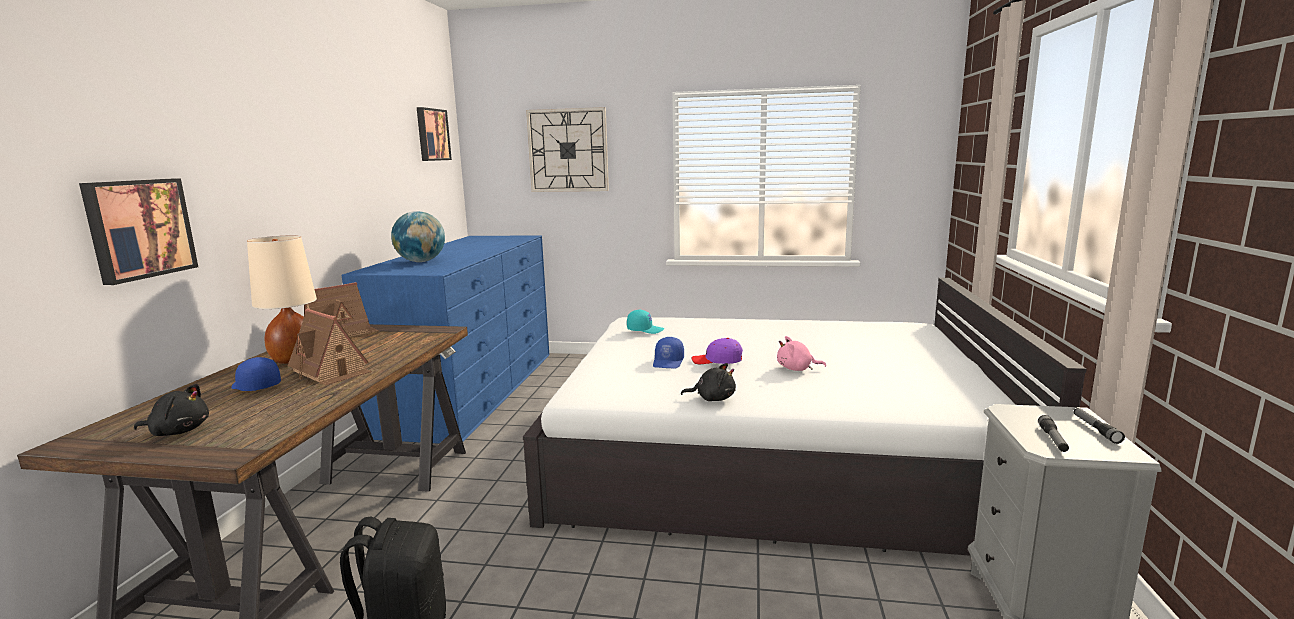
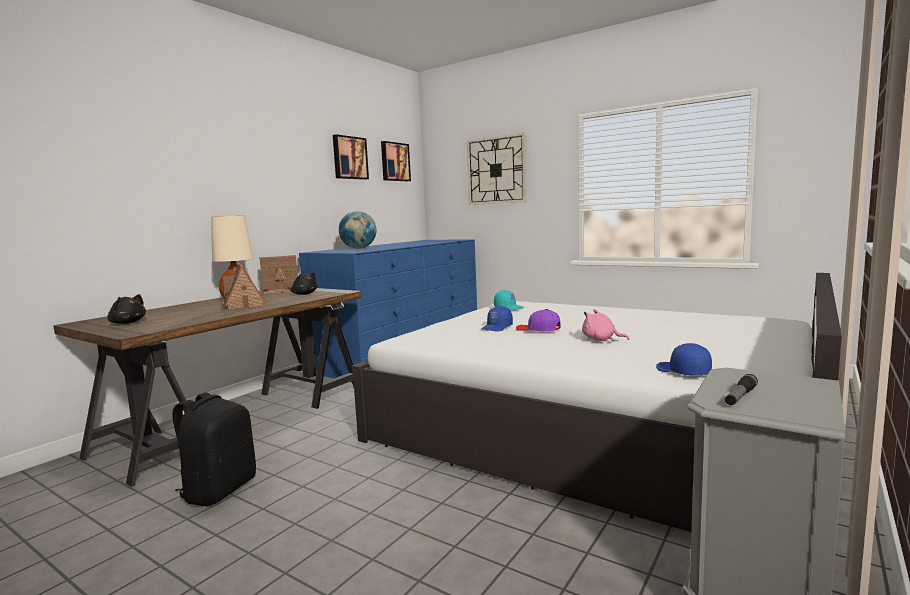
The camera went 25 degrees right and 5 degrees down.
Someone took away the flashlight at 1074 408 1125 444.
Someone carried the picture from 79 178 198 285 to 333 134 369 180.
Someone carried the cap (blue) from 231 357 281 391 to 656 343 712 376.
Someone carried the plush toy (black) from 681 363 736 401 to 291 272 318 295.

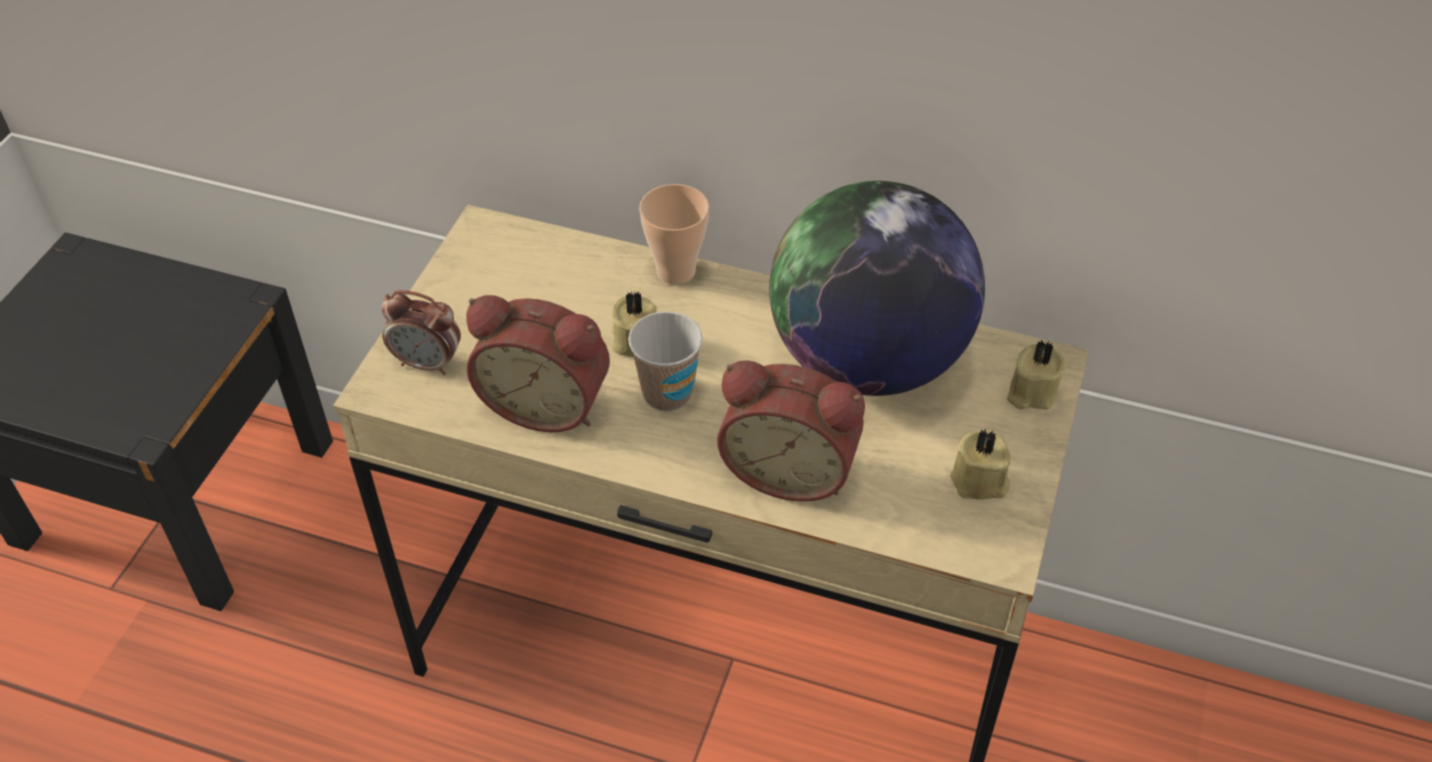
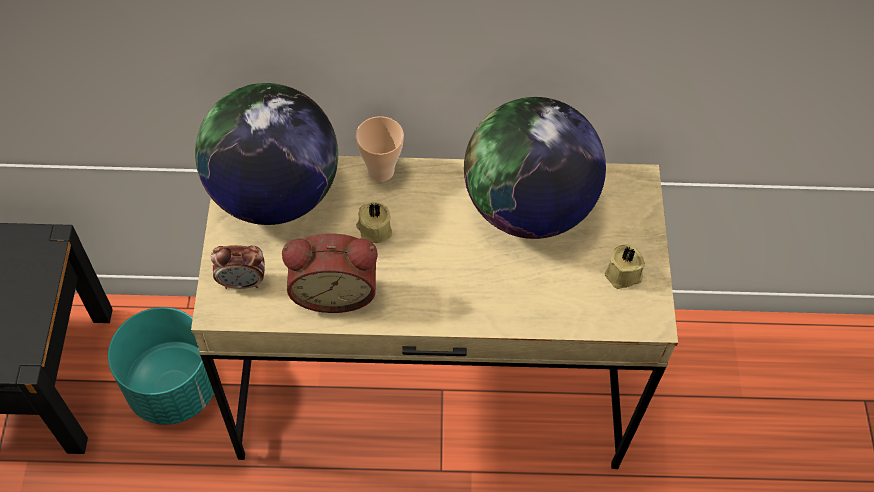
The camera went 20 degrees left and 10 degrees up.
Someone took away the cup at 628 311 703 412.
Someone took away the alarm clock at 717 360 865 501.
Someone took away the candle (beige) at 1007 340 1066 409.
Someone put down the planter (turquoise) at 108 307 214 425.
Someone put down the globe at 195 83 338 225.

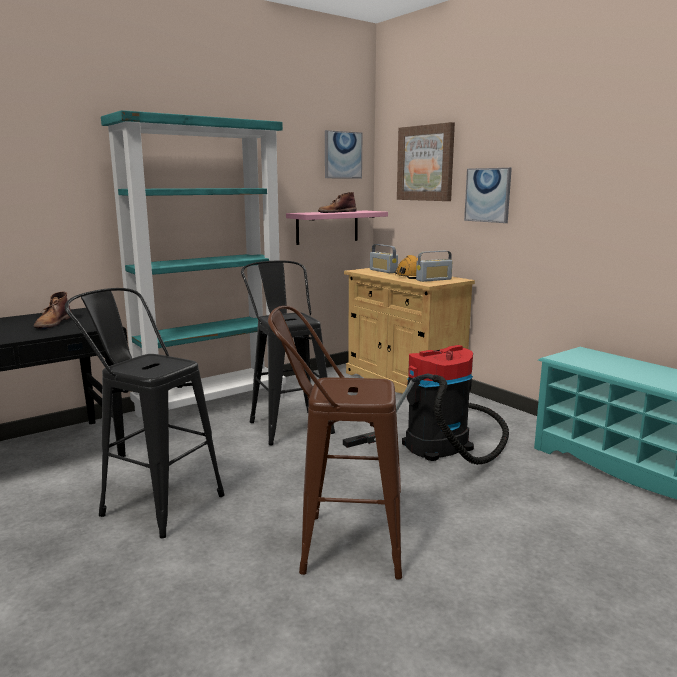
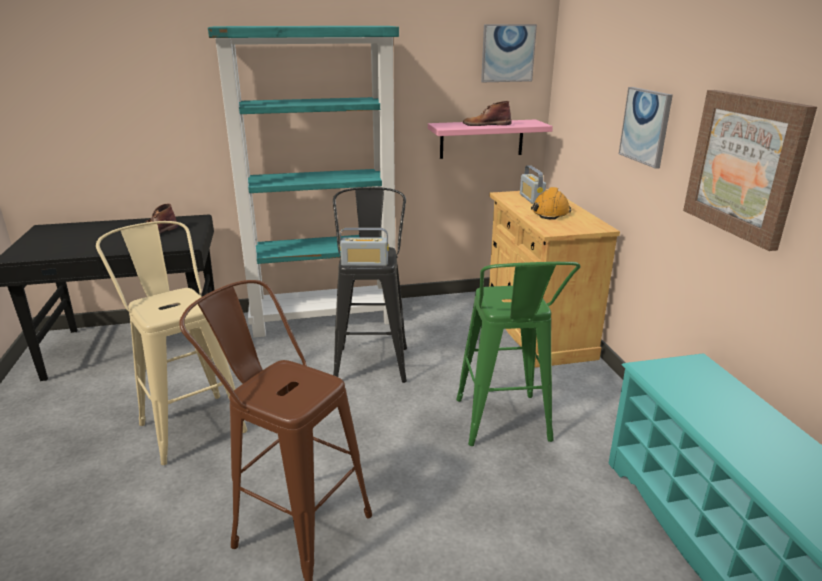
The camera went 25 degrees right and 10 degrees up.
Someone carried the picture from 397 122 455 201 to 683 90 817 251.
Someone carried the radio from 416 251 452 282 to 340 228 389 266.
Someone swapped the vacuum cleaner at 343 345 509 465 for the stool (green) at 456 262 581 446.
Someone repainted the stool (black) at 65 288 225 538, which became the stool (beige) at 96 221 247 465.

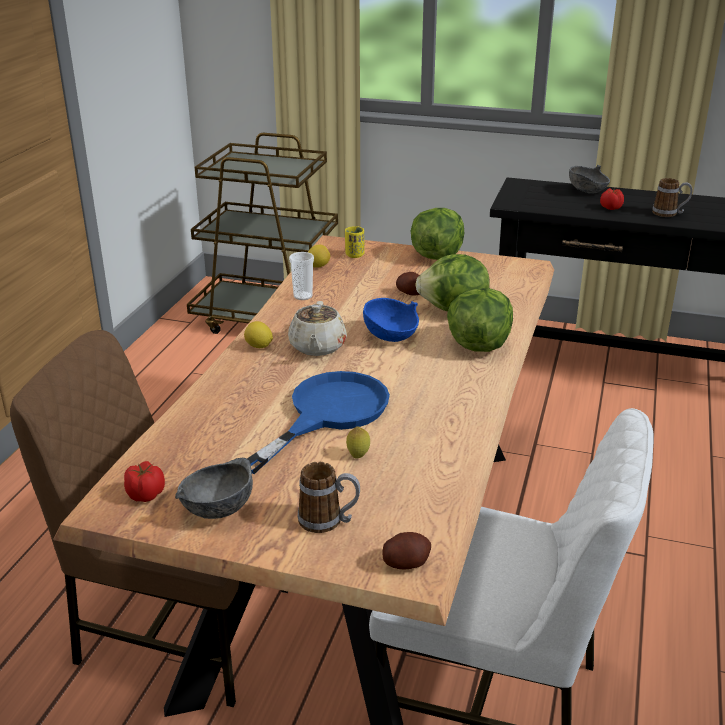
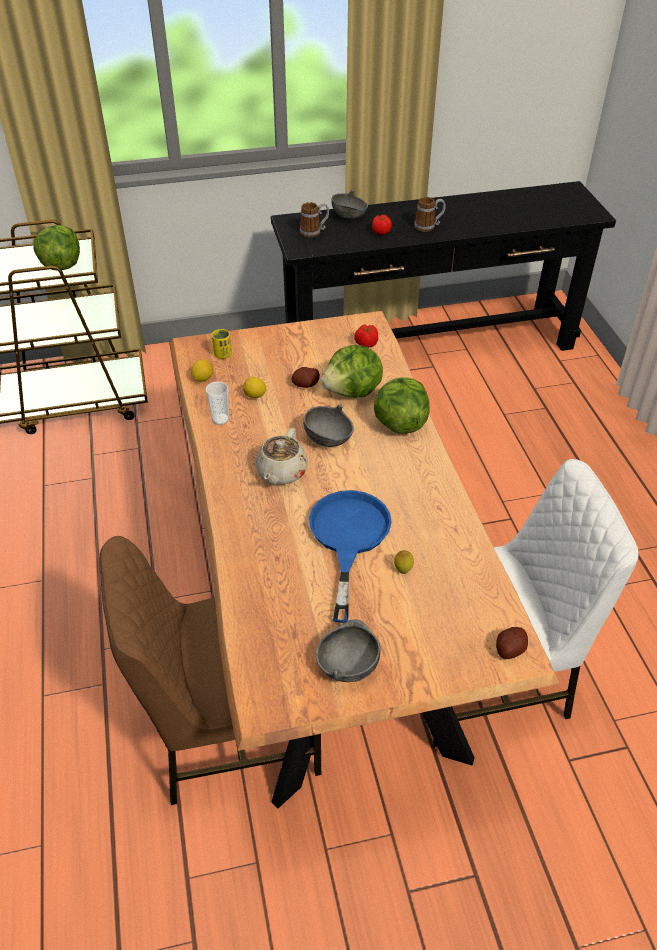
The camera went 30 degrees left and 15 degrees up.
Someone carried the tomato from 124 461 165 502 to 354 324 378 348.
Someone carried the lemon from 244 321 273 348 to 243 377 266 398.
Someone carried the mug from 298 462 360 533 to 300 202 329 238.
Someone carried the lettuce from 410 208 464 260 to 33 225 80 270.
Someone repainted the bowl (blue) at 363 298 419 342, which became the bowl (grey) at 303 405 354 447.
Someone rotated the teapot (beige) at 288 301 347 356 by 45 degrees clockwise.

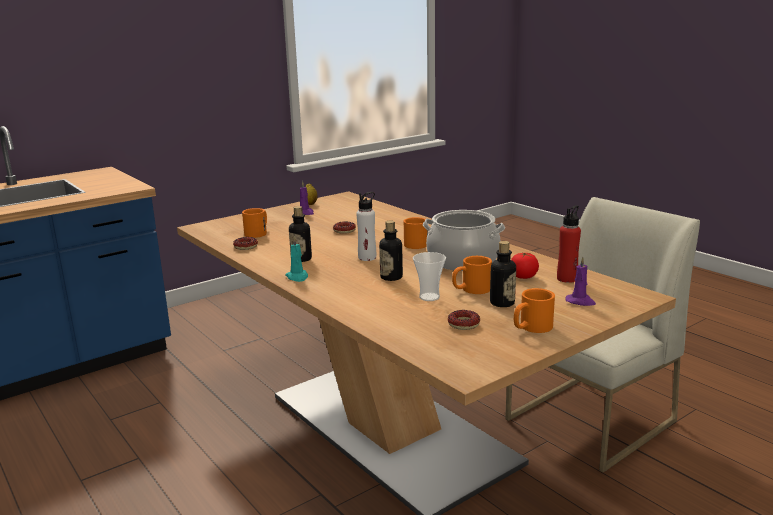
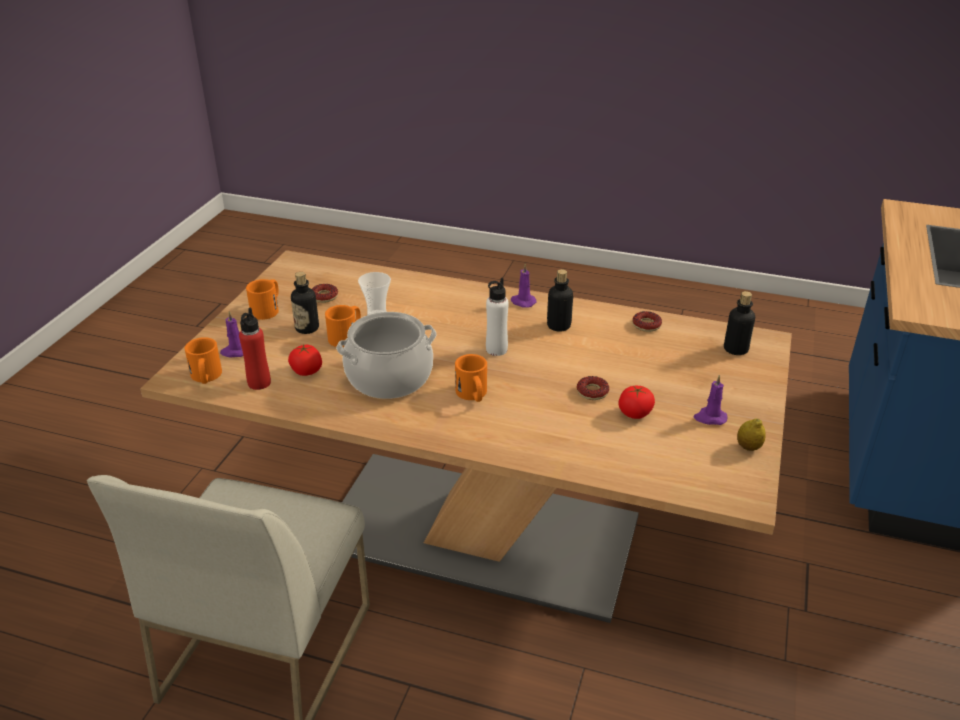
The camera went 145 degrees right and 15 degrees up.
Someone put down the tomato at 618 386 655 419.
Someone carried the mug (orange) from 242 208 267 238 to 184 337 222 384.
Someone carried the bottle from 379 221 403 281 to 724 291 755 355.
Someone repainted the candle (turquoise) at 285 236 308 282, which became the candle (purple) at 511 264 537 308.

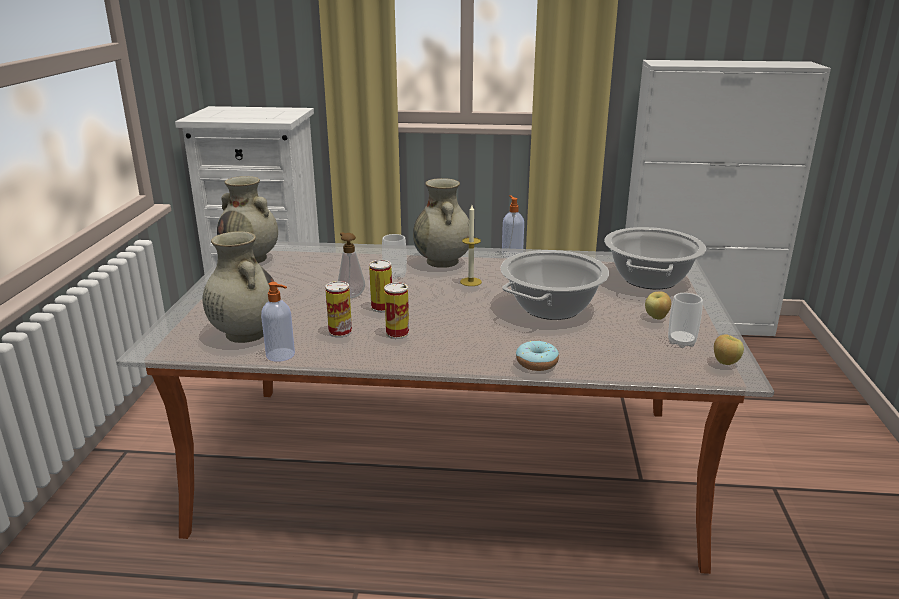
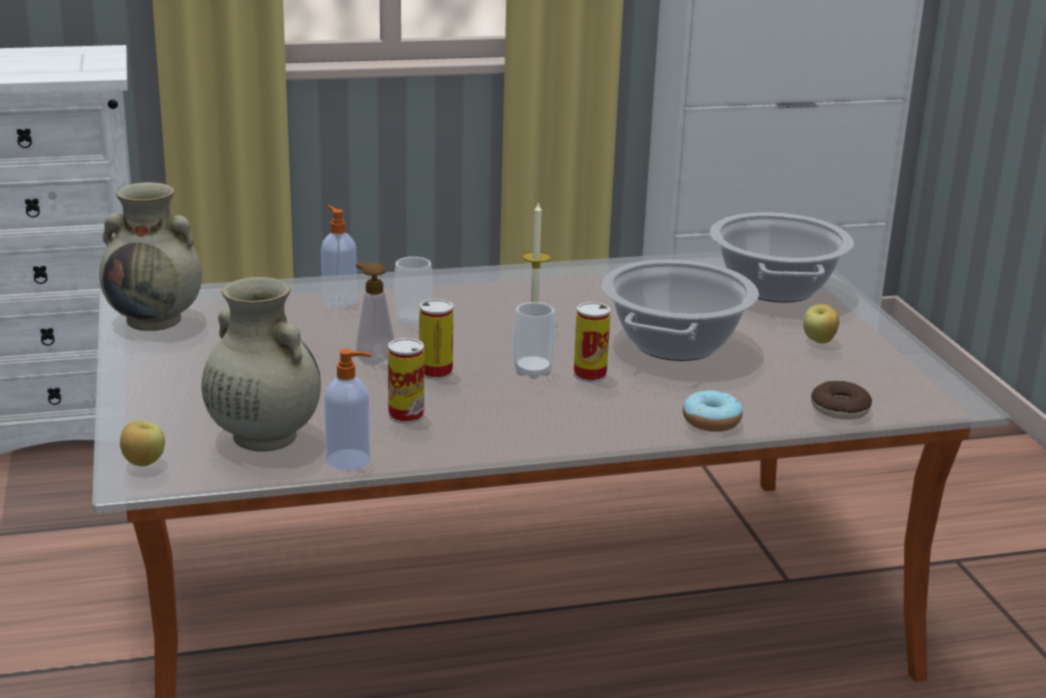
The camera went 20 degrees left and 0 degrees up.
Someone took away the vase (beige) at 413 178 469 268.
Someone put down the donut at 811 381 872 420.
Someone carried the can from 384 282 409 339 to 574 302 611 382.
Someone carried the soap dispenser from 502 195 524 258 to 321 205 357 308.
Someone carried the cup from 668 293 703 348 to 514 302 555 379.
Someone carried the apple from 714 334 744 365 to 120 420 165 466.

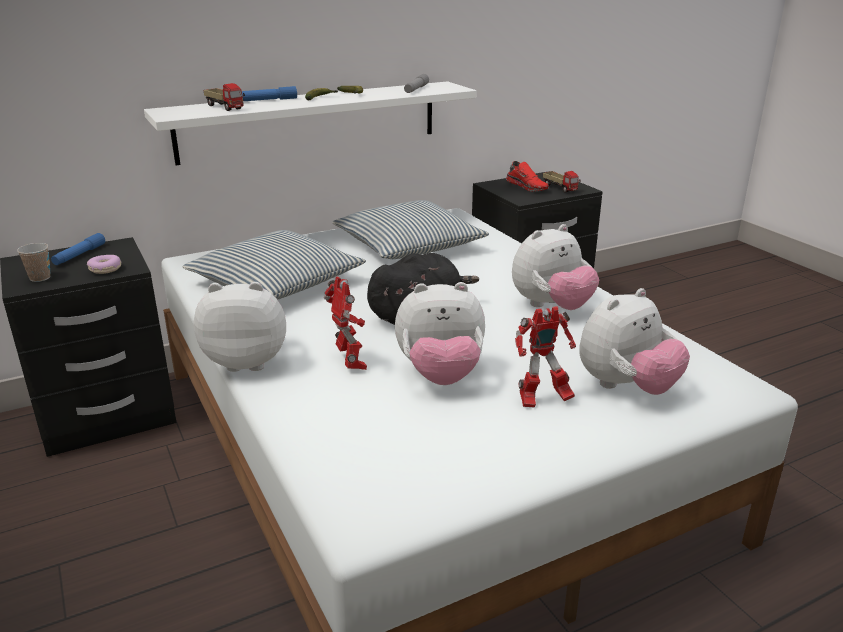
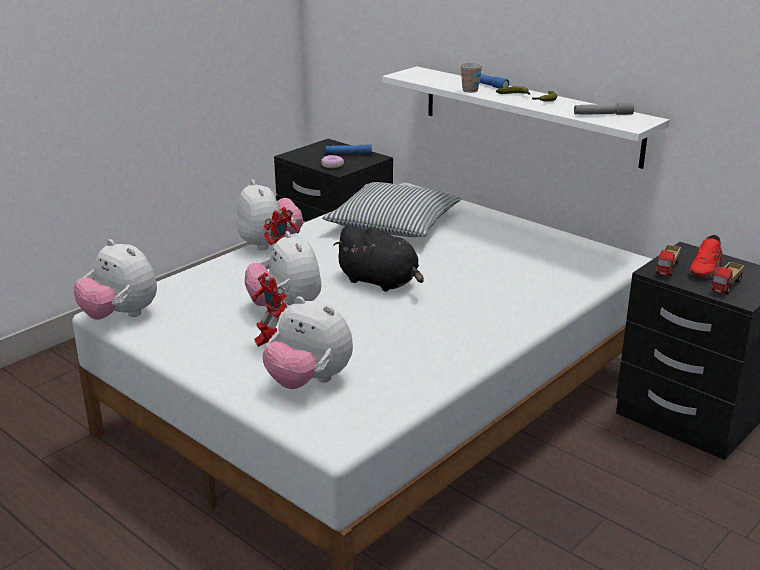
The camera went 70 degrees right and 0 degrees up.
Someone took away the pillow at 332 200 489 259.
Someone carried the cup from 17 243 51 282 to 460 63 482 93.
Someone carried the toy truck from 204 83 245 111 to 656 245 681 276.
Someone carried the plush toy from 512 224 599 310 to 74 239 157 320.

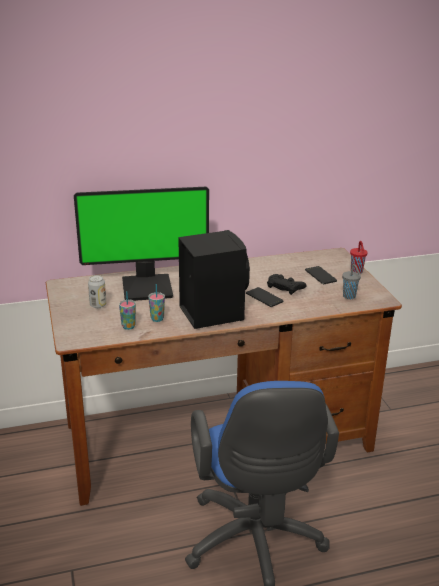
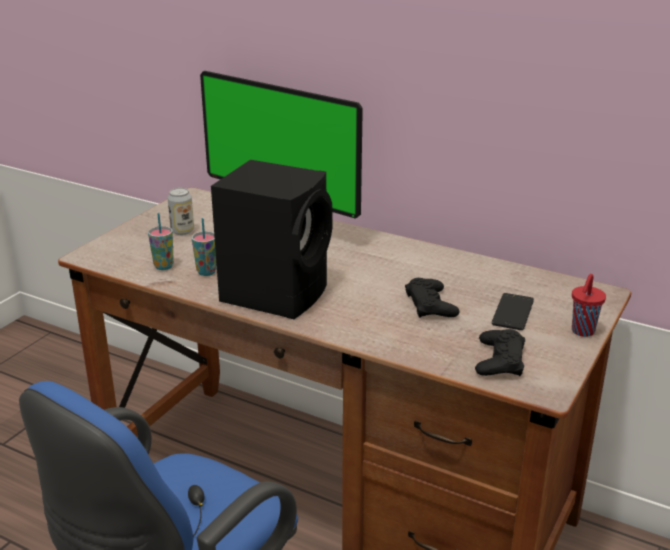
The camera went 45 degrees right and 0 degrees up.
Someone took away the phone at 246 287 284 307.
Someone swapped the cup (grey) at 342 264 361 299 for the game controller (black) at 475 329 525 376.

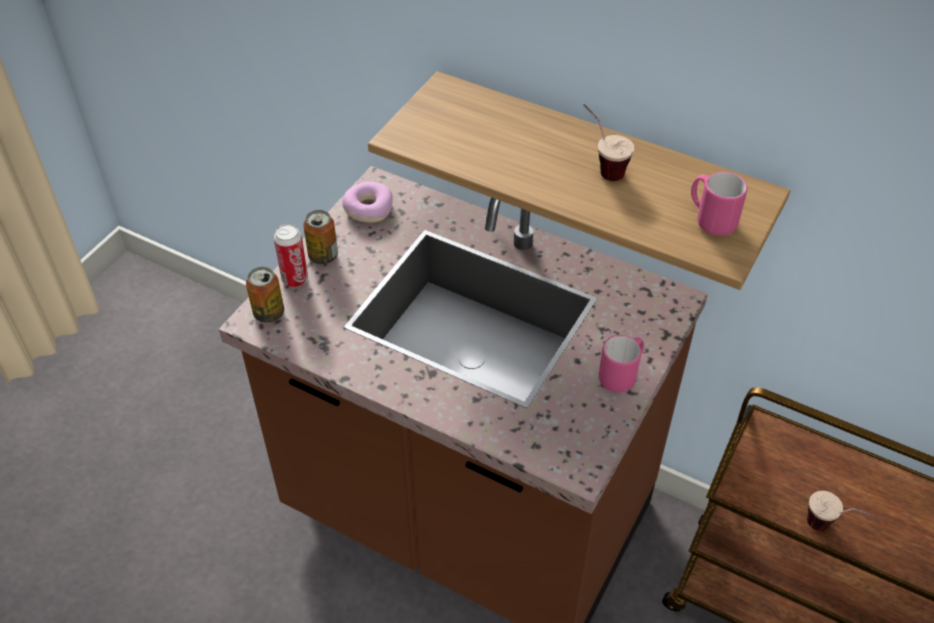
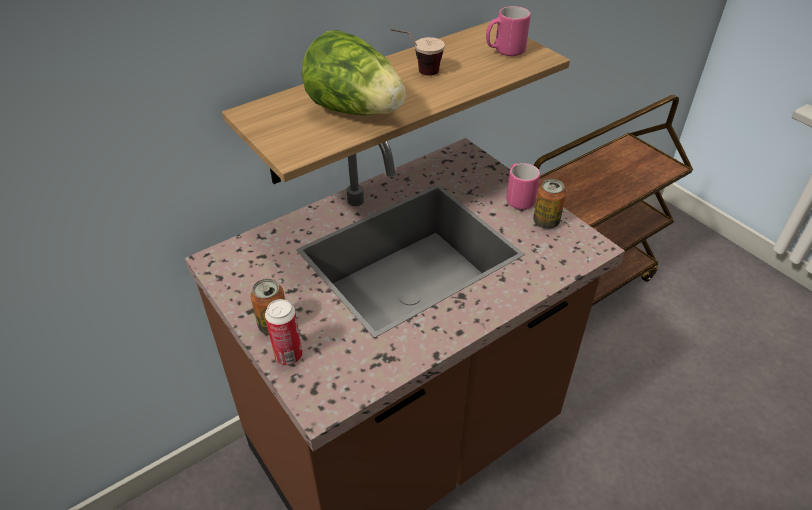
The camera went 65 degrees left and 5 degrees down.
Someone took away the donut at 342 182 393 223.
Someone took away the cup at 807 491 875 531.
Someone put down the lettuce at 302 30 406 115.
Someone carried the can from 246 267 284 323 to 533 179 566 229.

